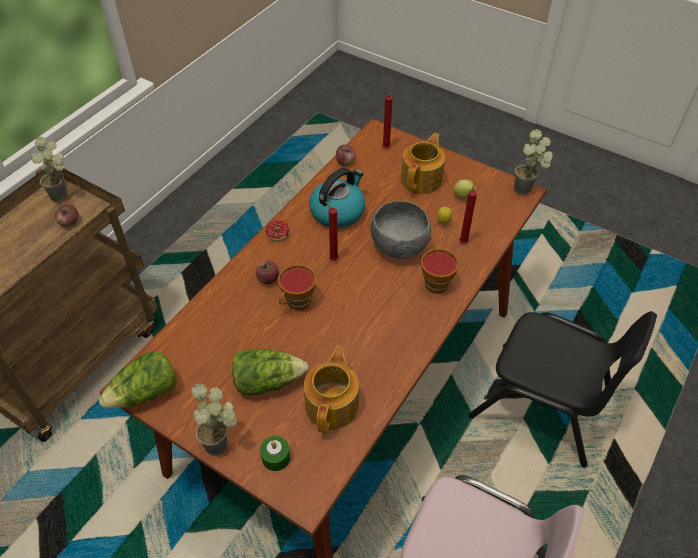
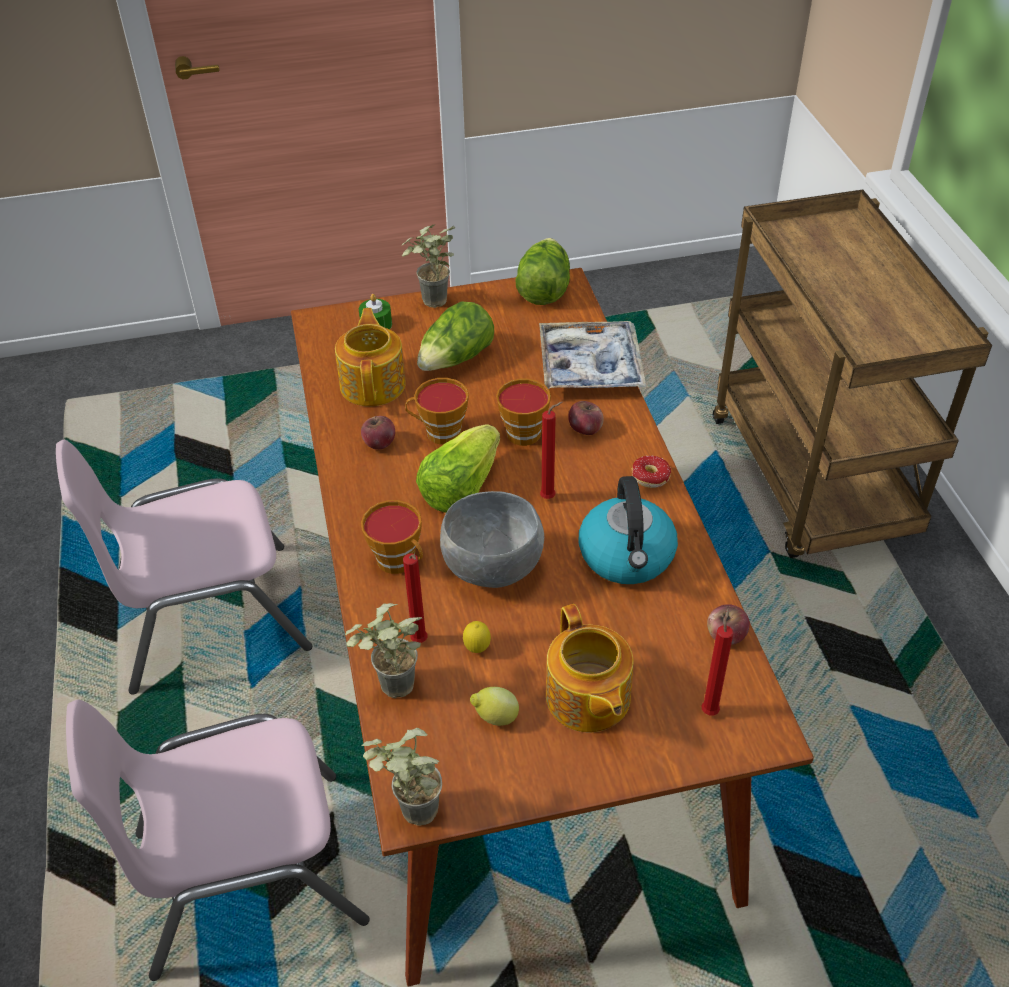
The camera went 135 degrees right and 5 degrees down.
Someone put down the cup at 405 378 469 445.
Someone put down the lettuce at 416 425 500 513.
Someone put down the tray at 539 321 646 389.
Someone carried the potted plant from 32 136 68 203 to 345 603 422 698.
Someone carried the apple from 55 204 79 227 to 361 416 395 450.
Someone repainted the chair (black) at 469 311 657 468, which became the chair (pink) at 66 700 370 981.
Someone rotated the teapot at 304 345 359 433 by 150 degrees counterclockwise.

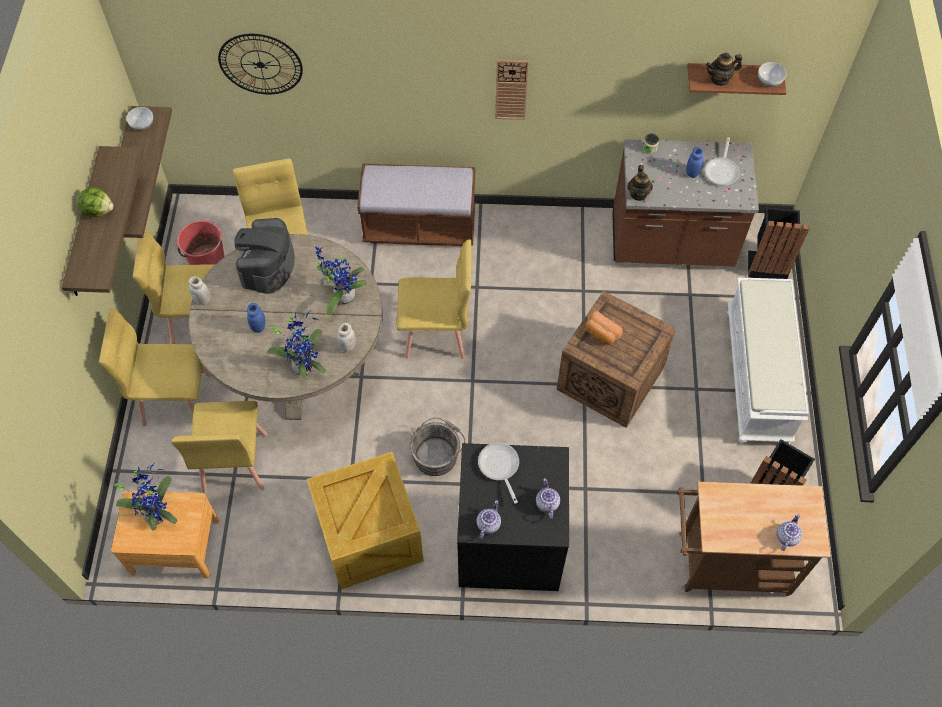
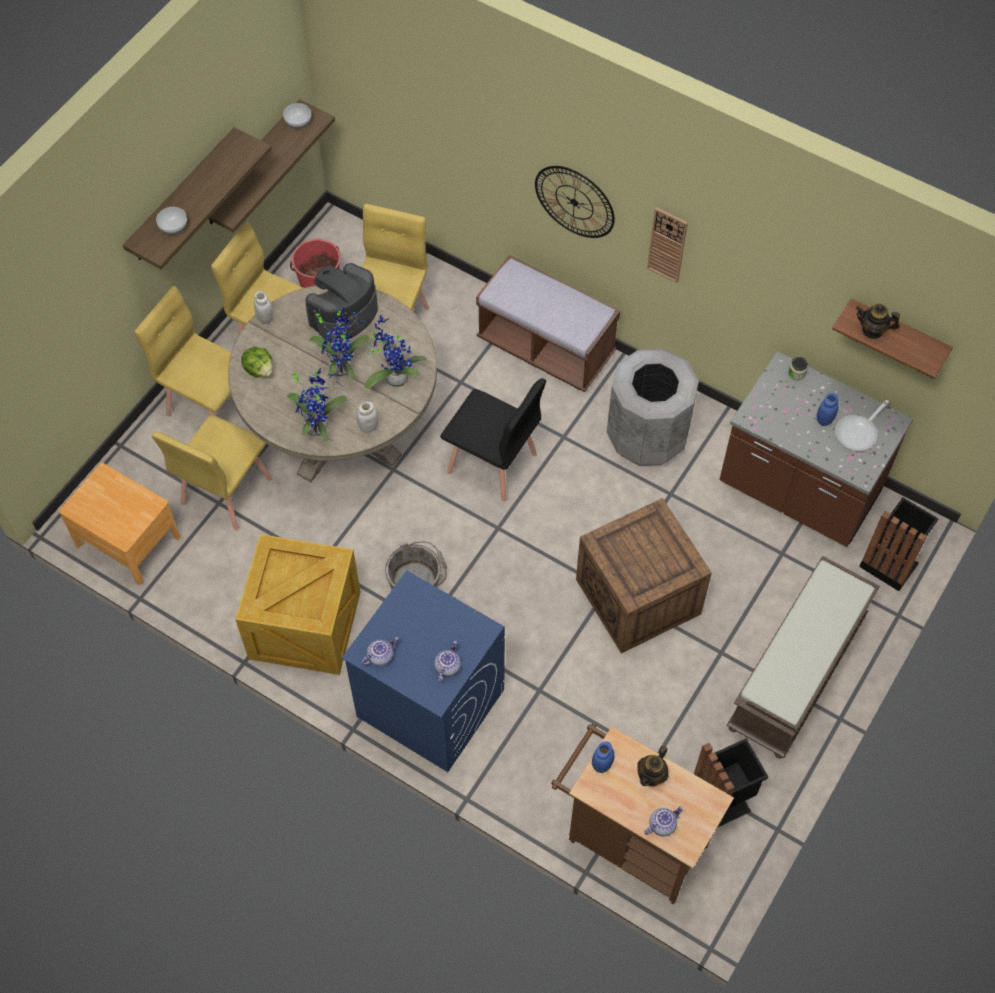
The camera went 30 degrees right and 0 degrees up.
Someone took away the frying pan at 478 442 519 504.
Someone took away the bread at 585 311 623 345.
Someone put down the trash can (grey) at 607 349 699 466.
Someone carried the lettuce from 77 187 113 218 to 241 347 273 378.
Someone carried the potted plant from 111 464 178 530 to 310 307 370 380.
Someone carried the wall clock from 218 34 303 94 to 535 166 615 238.
Someone carried the jar (blue) from 247 303 265 333 to 592 741 615 773.
Someone carried the teapot from 627 165 653 201 to 637 746 668 787.
Someone carried the bowl from 758 62 786 87 to 156 207 187 235.
Someone repainted the chair (yellow) at 396 239 471 359, which became the chair (black) at 440 378 546 502.
Someone repainted the washing machine (black) at 457 443 569 591, which became the washing machine (blue) at 342 571 505 772.
Someone repainted the bench (white) at 727 278 809 444, which became the bench (brown) at 727 556 880 759.

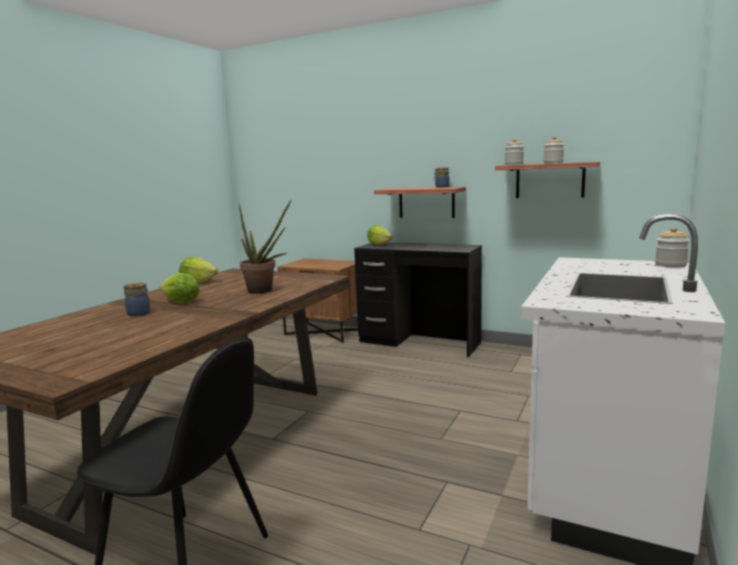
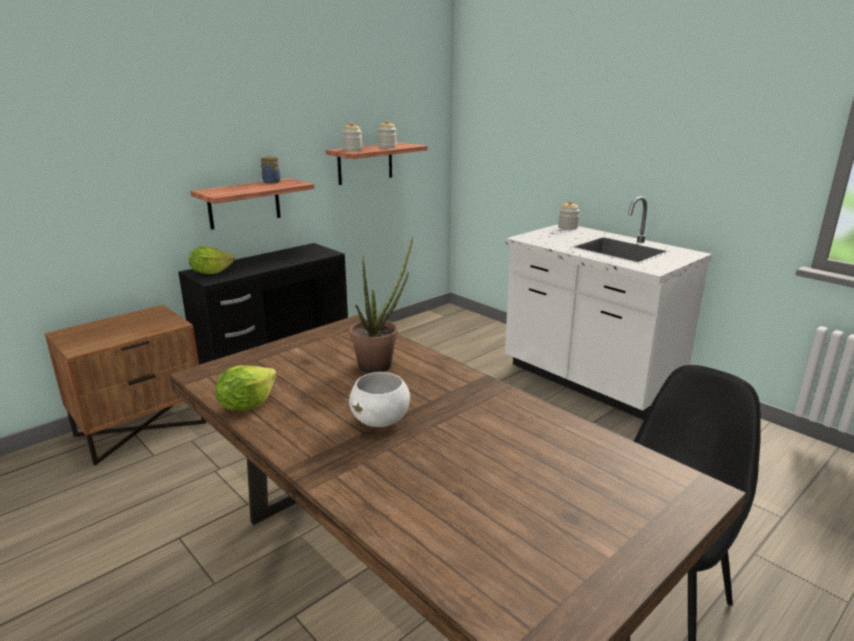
The camera went 70 degrees left and 10 degrees up.
Someone took away the jar at 123 283 150 317.
Someone swapped the lettuce at 160 273 200 302 for the bowl (white) at 349 372 410 427.

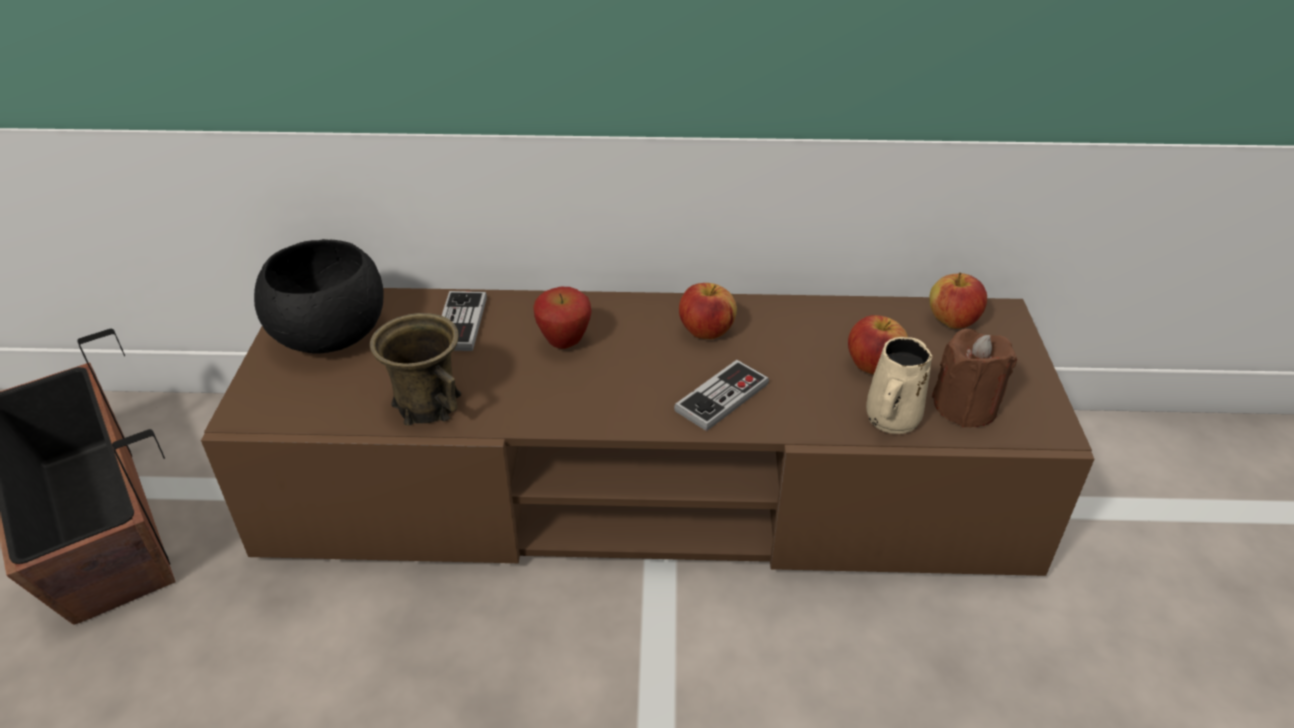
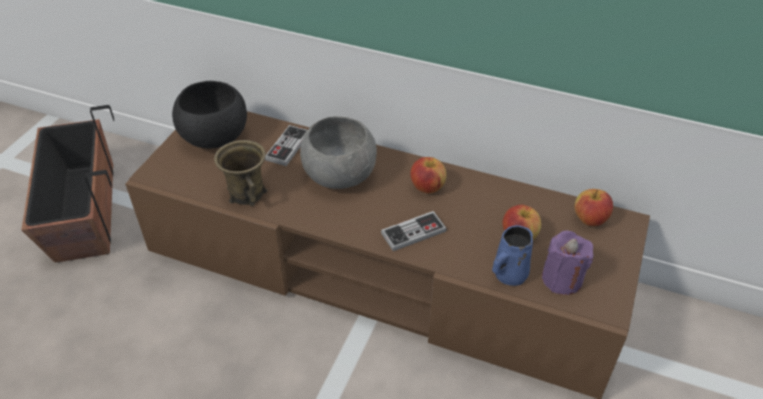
The camera went 20 degrees right and 5 degrees up.
Someone swapped the apple at 533 287 592 349 for the bowl (grey) at 300 116 377 189.
Someone repainted the mug (beige) at 866 337 932 434, which became the mug (blue) at 492 225 533 286.
Someone repainted the candle (brown) at 932 329 1017 427, which became the candle (purple) at 542 231 594 295.

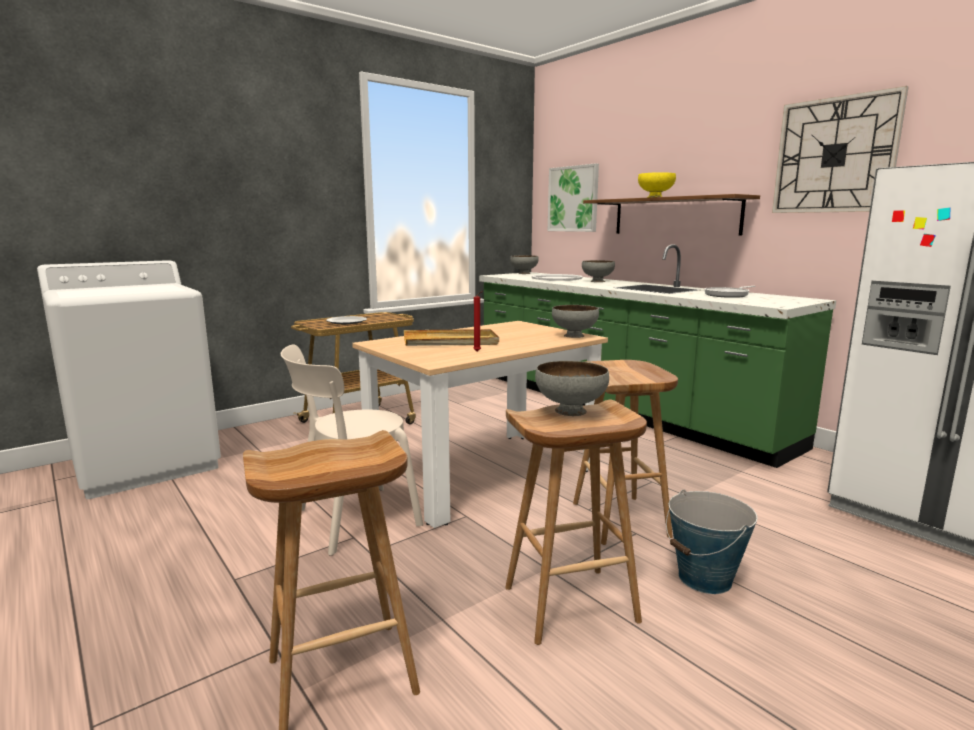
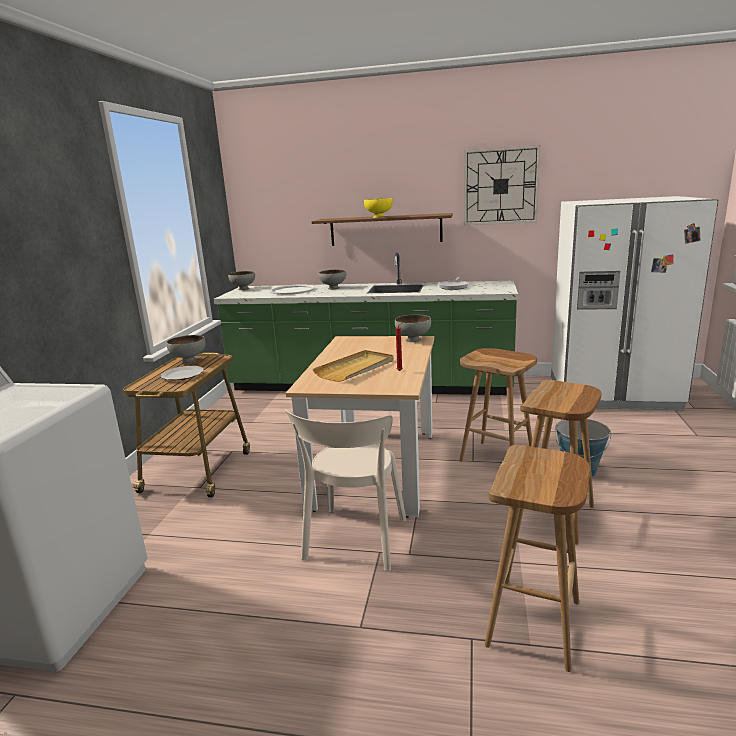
The camera went 40 degrees left and 5 degrees up.
Someone took away the picture at 548 163 599 232.
Someone carried the bowl (grey) from 535 361 609 416 to 167 335 206 363.

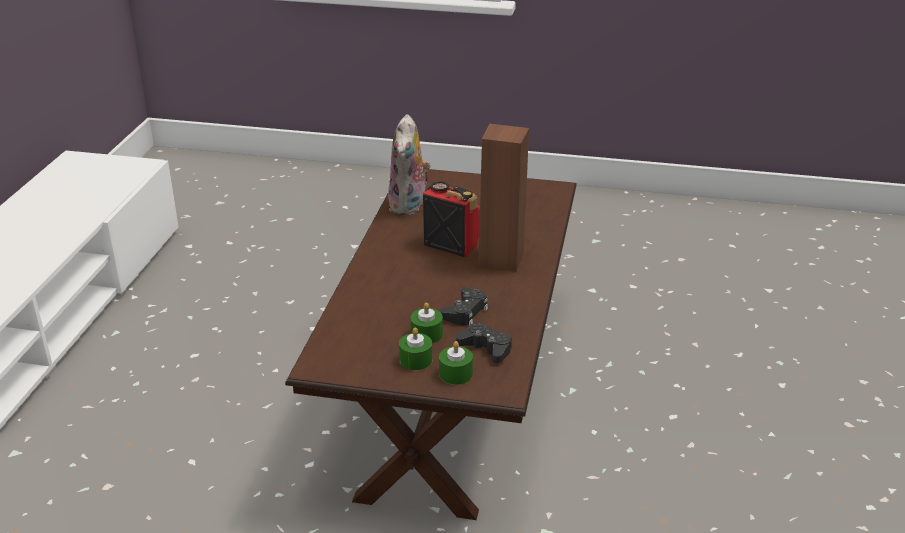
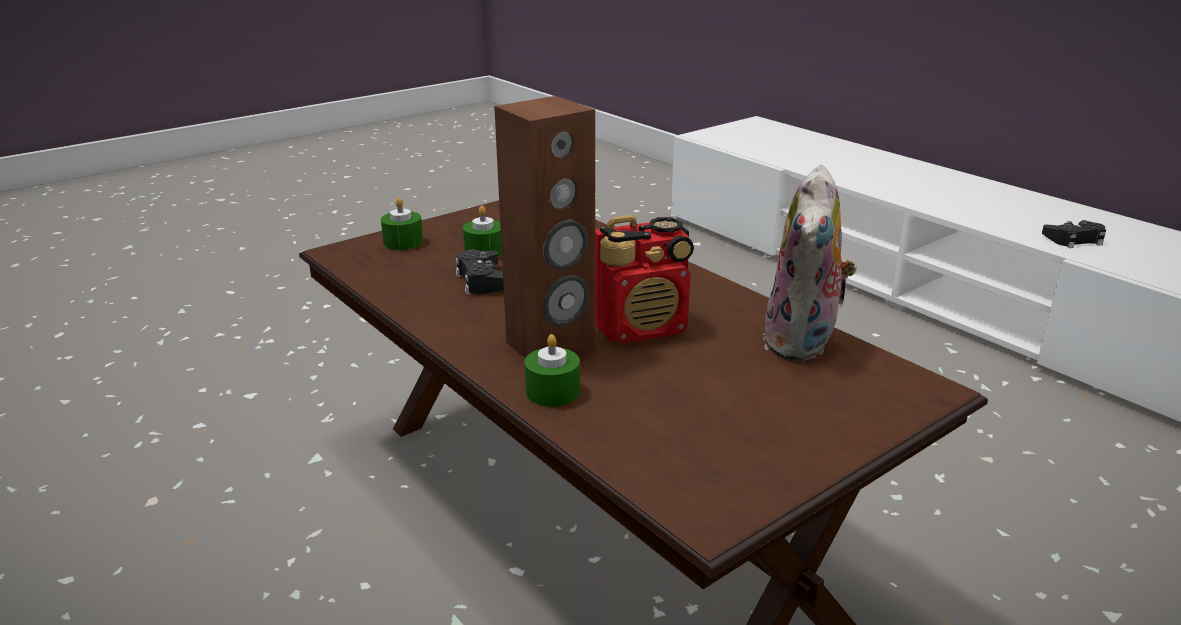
The camera went 130 degrees right and 5 degrees down.
Someone carried the candle (green) from 399 328 432 370 to 525 334 580 407.
Someone carried the game controller (black) from 456 322 512 363 to 1042 220 1106 248.
Someone rotated the plush toy at 388 114 431 216 by 120 degrees counterclockwise.

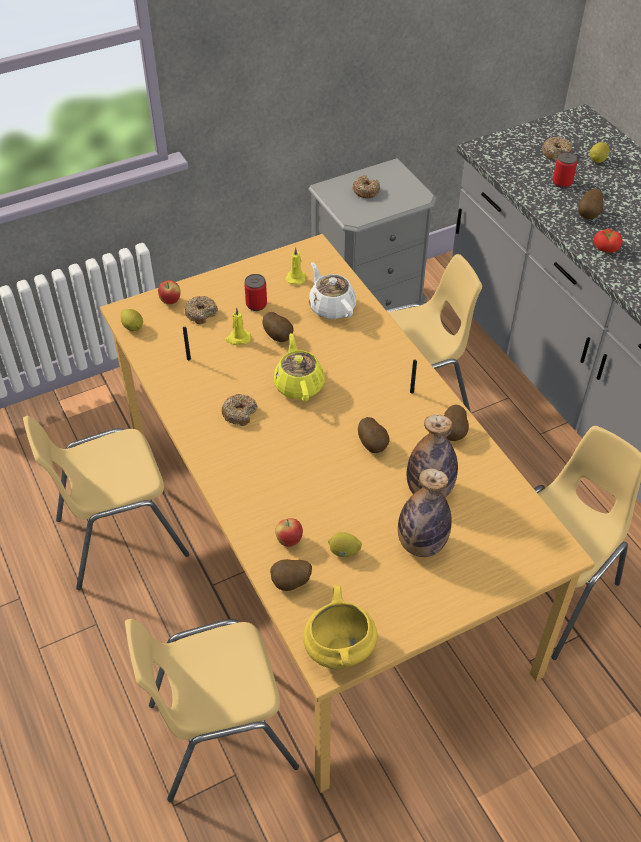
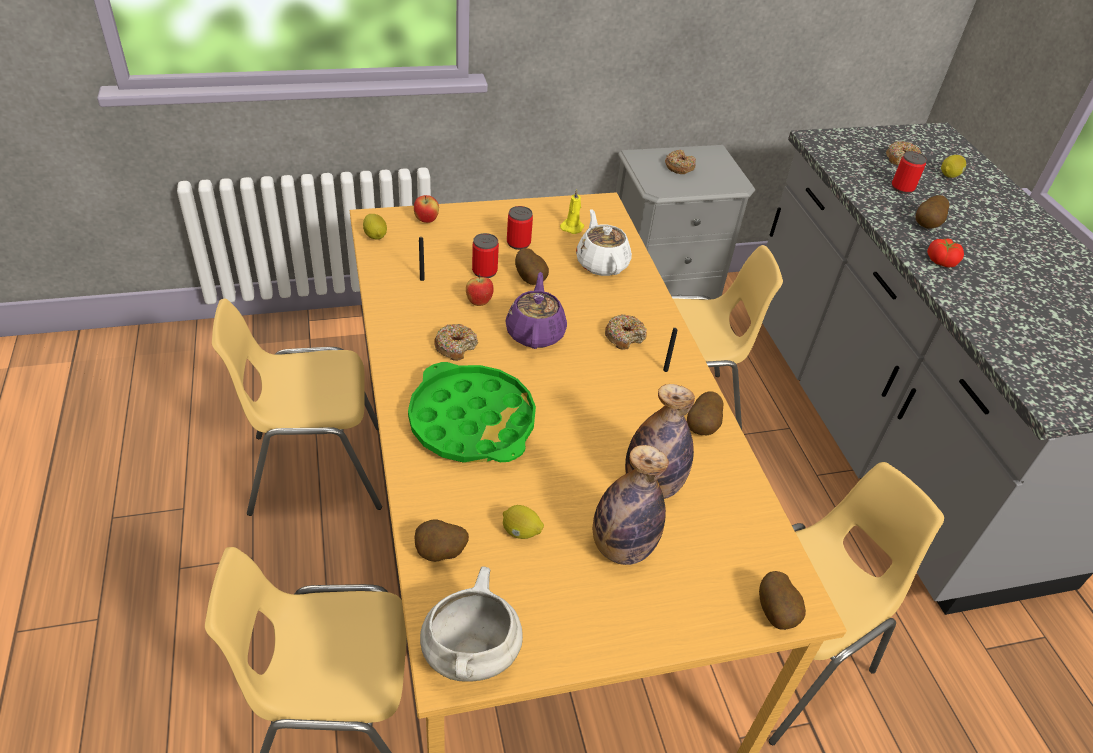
The camera went 10 degrees right and 5 degrees down.
Someone put down the tray (green) at 408 362 536 463.
Someone carried the donut from 185 296 218 324 to 605 314 647 350.
Someone carried the apple from 275 518 303 547 to 466 274 494 306.
Someone carried the potato from 358 417 390 453 to 759 571 806 630.
Someone swapped the candle (yellow) at 225 307 251 345 for the can at 472 233 499 278.
Someone repainted the teapot (yellow) at 274 333 325 401, which became the teapot (purple) at 506 272 567 349.
Someone repainted the cooking pot (yellow) at 303 585 378 669, which became the cooking pot (white) at 420 566 523 682.

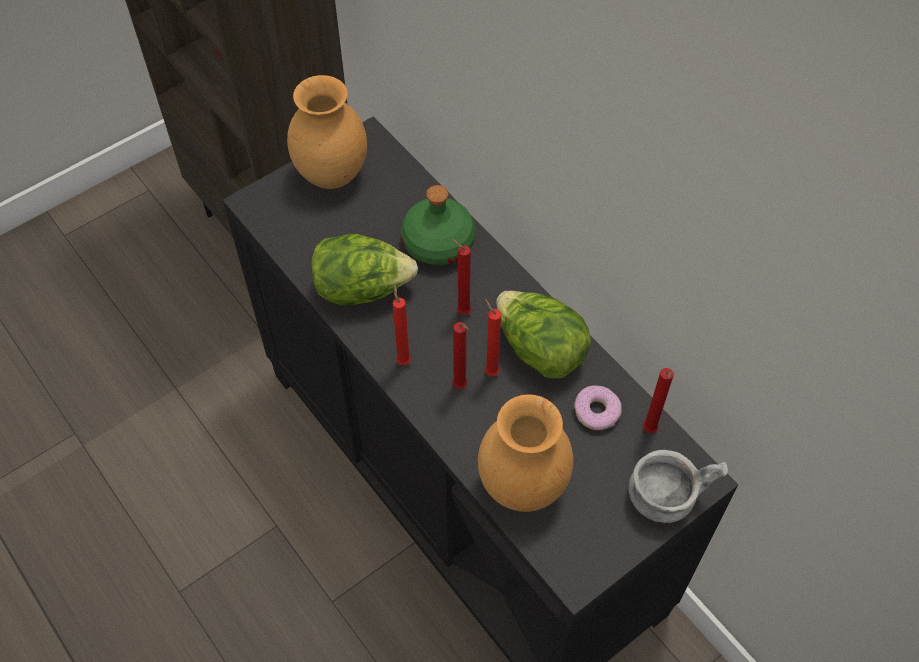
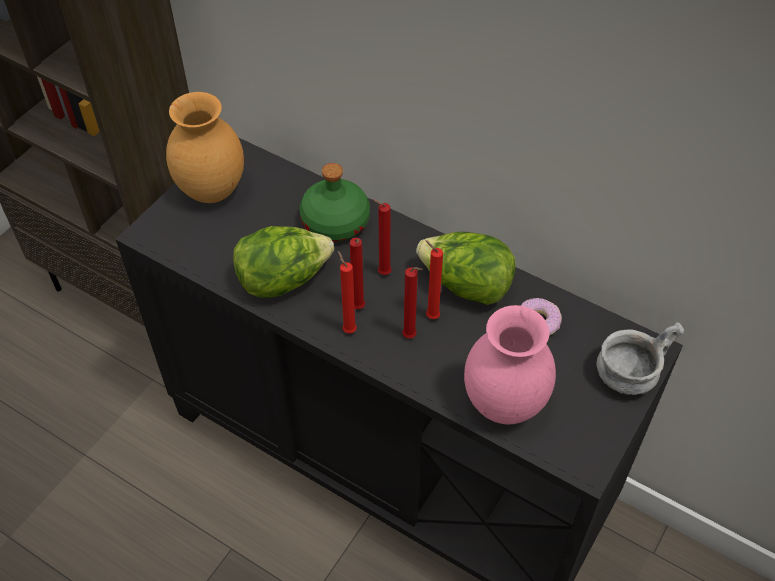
The camera went 20 degrees left and 5 degrees down.
Someone carried the candle (red) from 643 368 674 433 to 350 238 365 309.
Someone repainted the vase (brown) at 478 394 573 512, which became the vase (pink) at 464 305 556 424.

